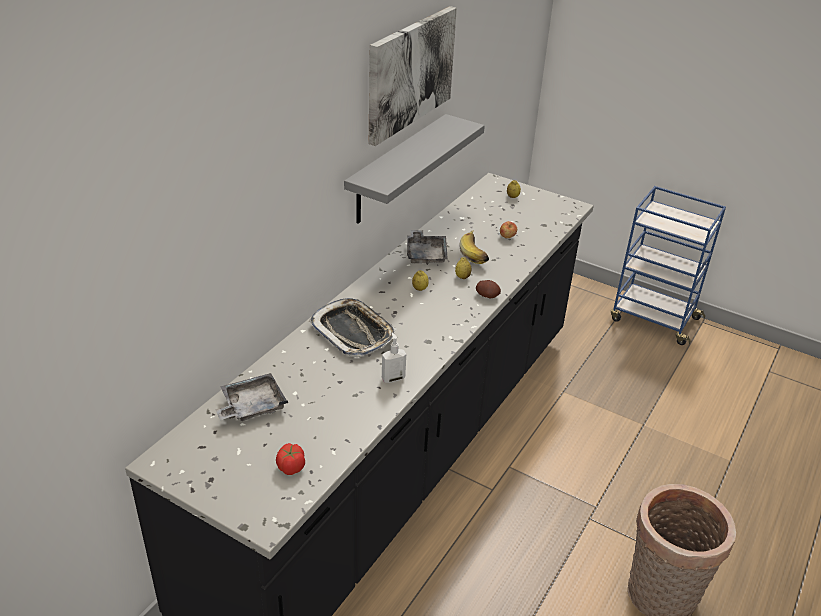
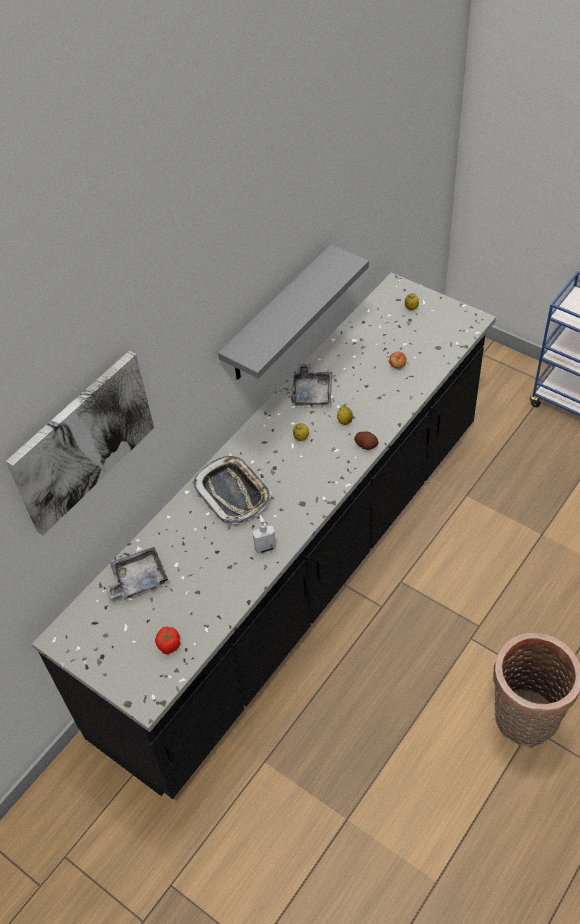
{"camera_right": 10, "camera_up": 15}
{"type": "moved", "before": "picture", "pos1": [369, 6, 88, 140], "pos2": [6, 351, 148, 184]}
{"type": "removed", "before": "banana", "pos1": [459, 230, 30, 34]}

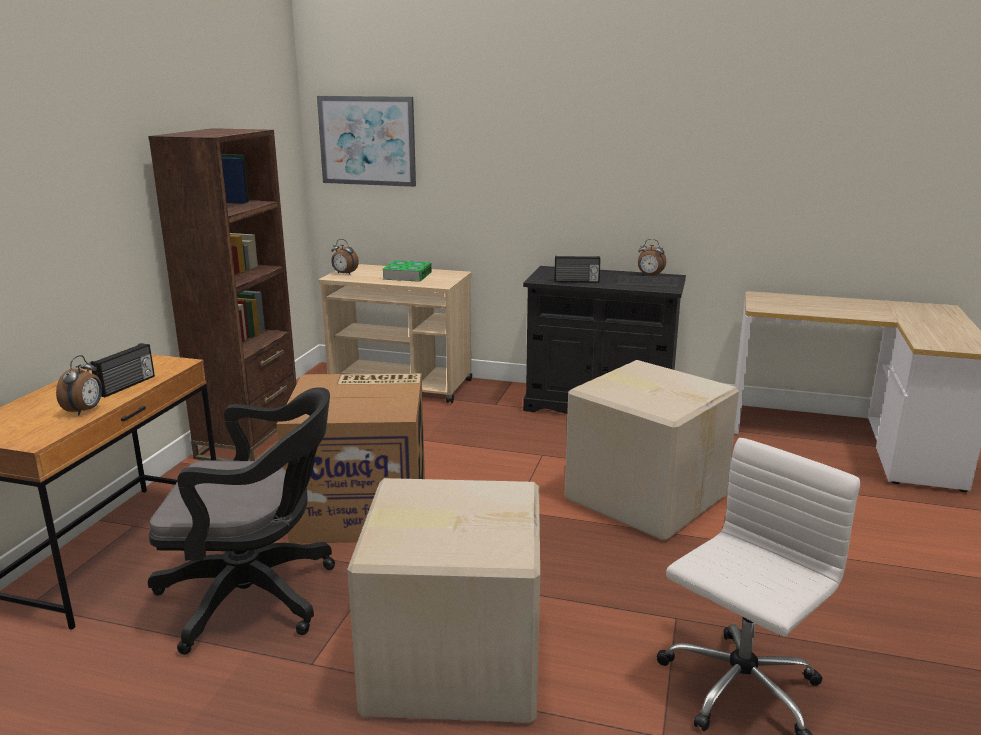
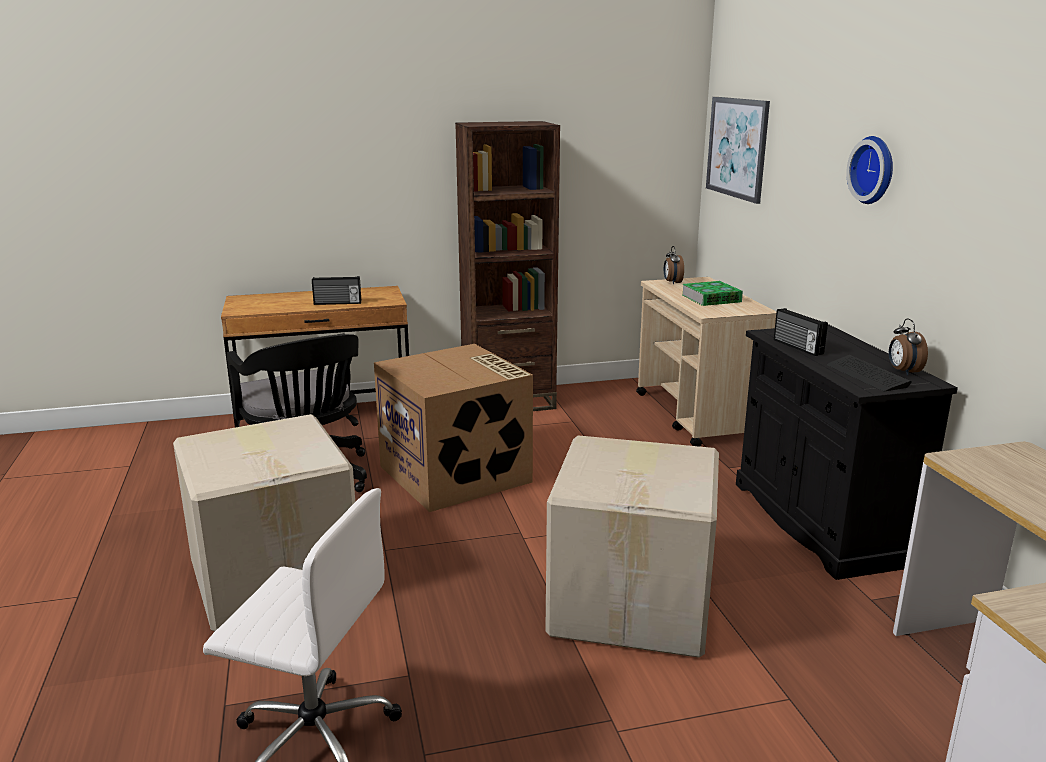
{"camera_right": 60, "camera_up": 0}
{"type": "removed", "before": "alarm clock", "pos1": [56, 355, 46, 61]}
{"type": "added", "after": "wall clock", "pos2": [846, 136, 47, 68]}

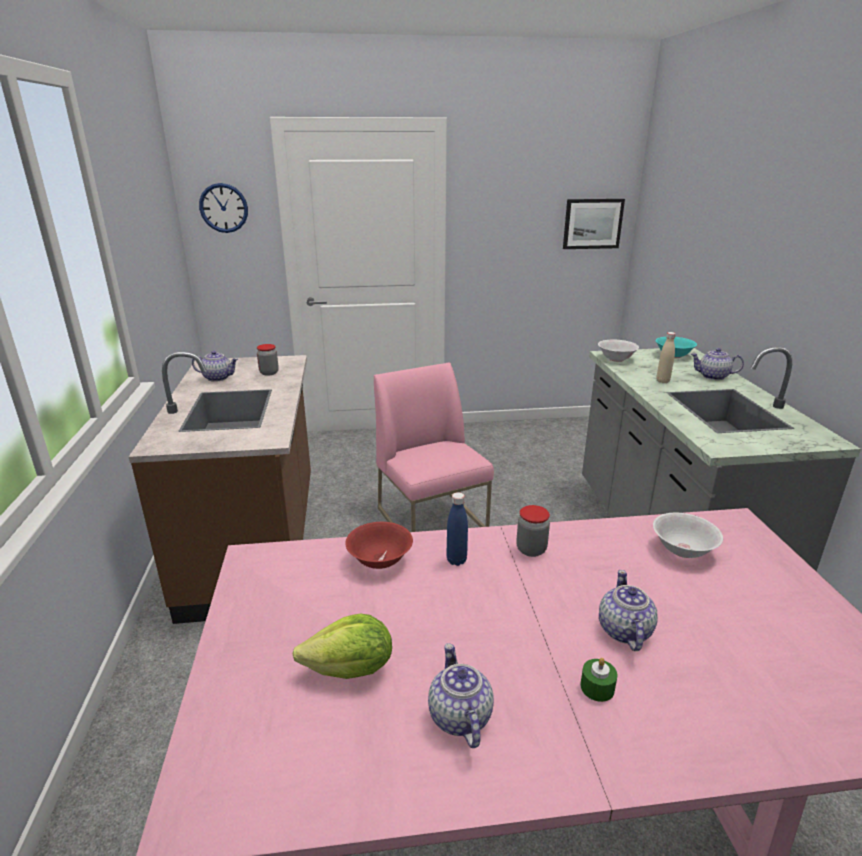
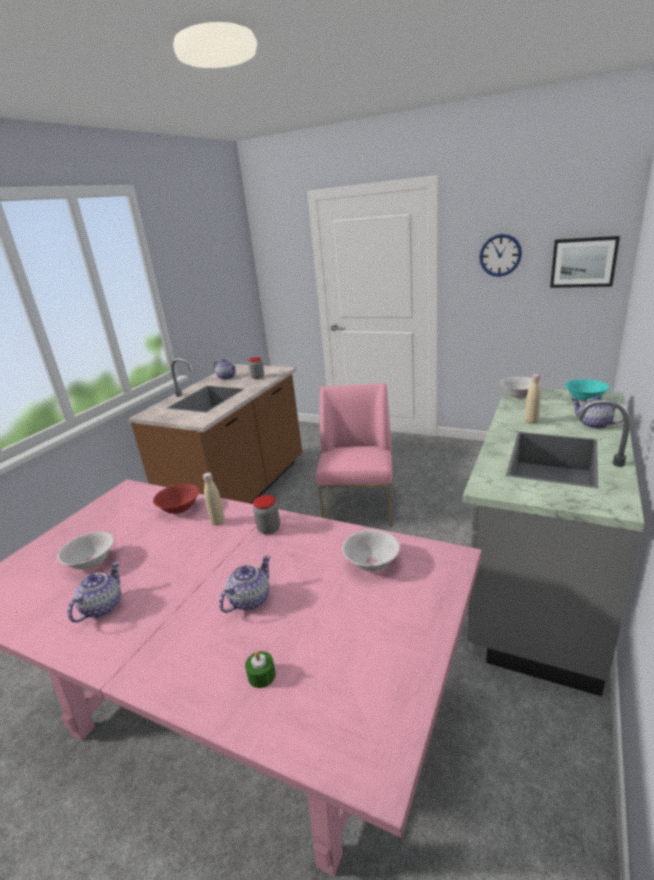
{"camera_right": 35, "camera_up": 0}
{"type": "moved", "before": "wall clock", "pos1": [199, 183, 49, 50], "pos2": [479, 234, 43, 43]}
{"type": "recoloured", "before": "blue bottle", "after": "beige bottle", "pos1": [447, 492, 21, 74], "pos2": [203, 473, 22, 52]}
{"type": "replaced", "before": "lettuce", "after": "white bowl", "pos1": [292, 614, 100, 65], "pos2": [57, 531, 57, 38]}
{"type": "moved", "before": "green candle", "pos1": [580, 658, 37, 44], "pos2": [245, 651, 31, 37]}

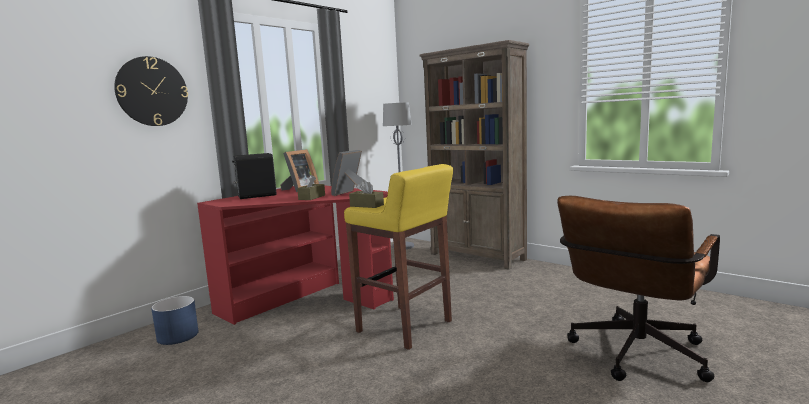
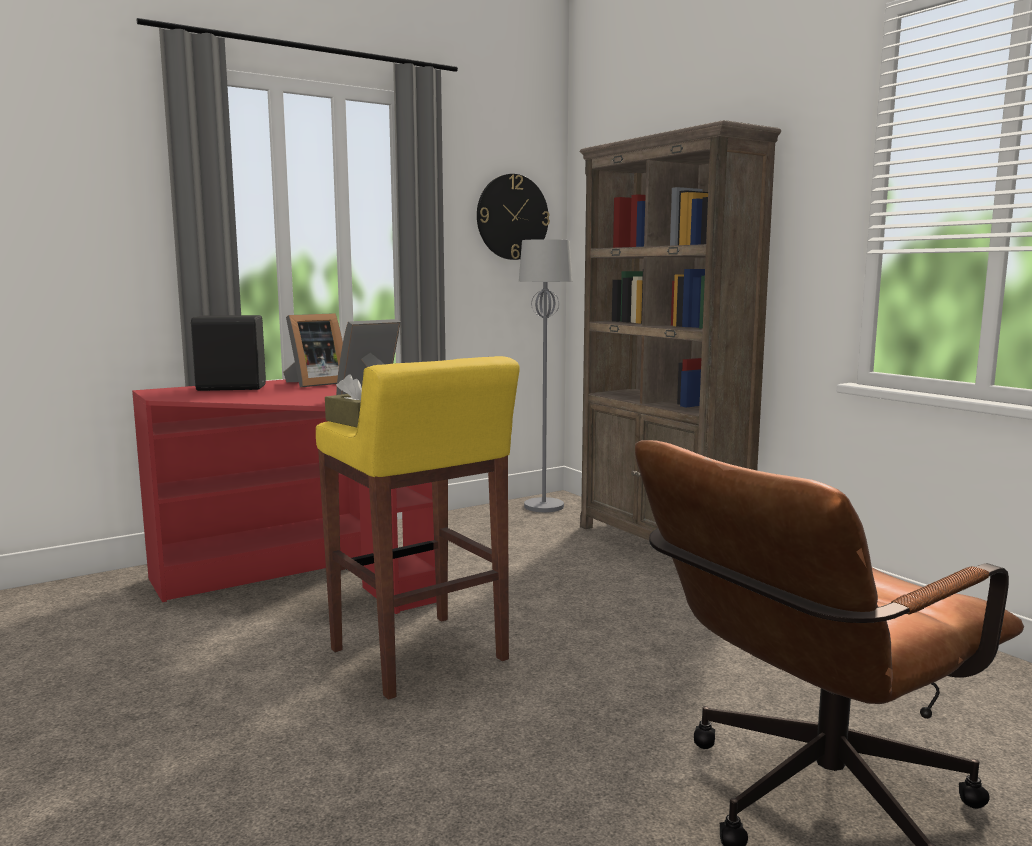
{"camera_right": 15, "camera_up": 0}
{"type": "moved", "before": "wall clock", "pos1": [114, 56, 74, 70], "pos2": [477, 174, 73, 86]}
{"type": "removed", "before": "brown tissue box", "pos1": [297, 175, 28, 25]}
{"type": "removed", "before": "blue planter", "pos1": [151, 296, 48, 49]}

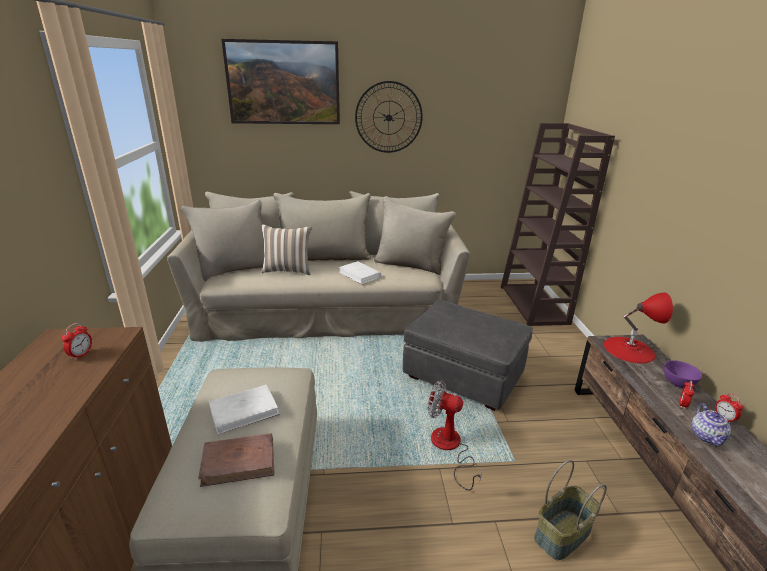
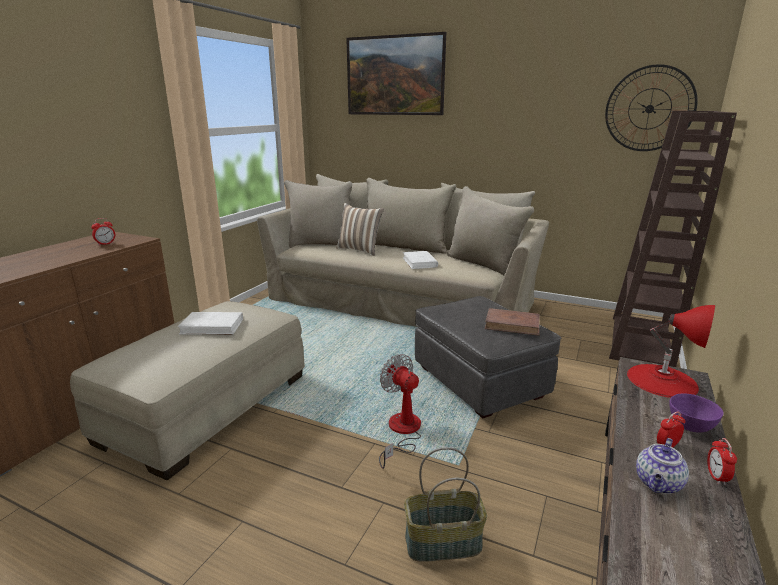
{"camera_right": 30, "camera_up": -5}
{"type": "moved", "before": "wall clock", "pos1": [355, 81, 68, 72], "pos2": [605, 64, 93, 87]}
{"type": "moved", "before": "brown book", "pos1": [198, 433, 77, 54], "pos2": [485, 308, 55, 28]}

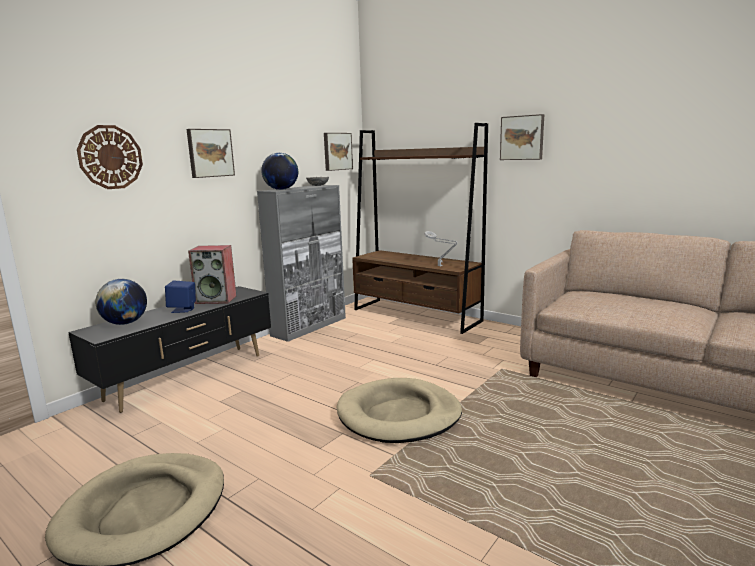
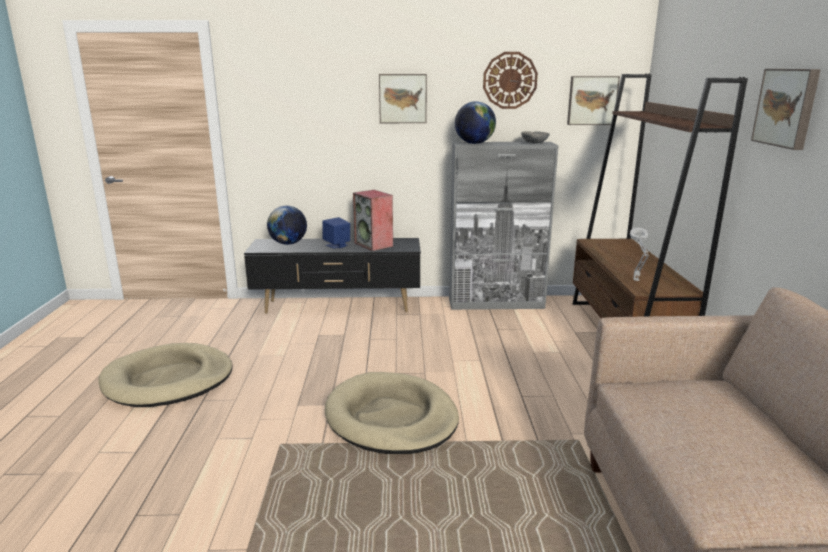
{"camera_right": 50, "camera_up": 5}
{"type": "moved", "before": "wall clock", "pos1": [77, 125, 66, 64], "pos2": [483, 52, 55, 57]}

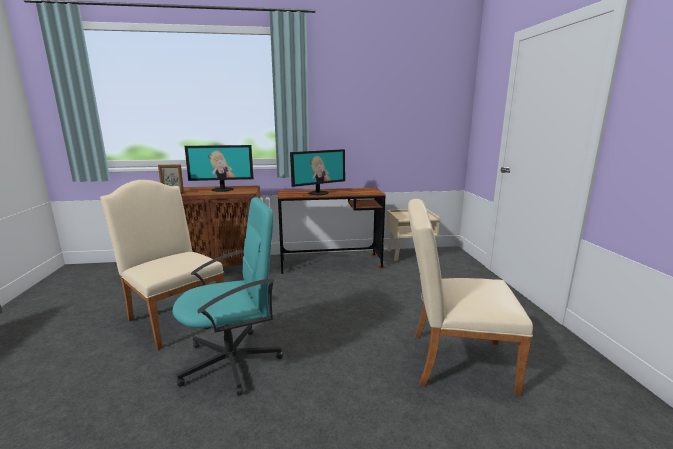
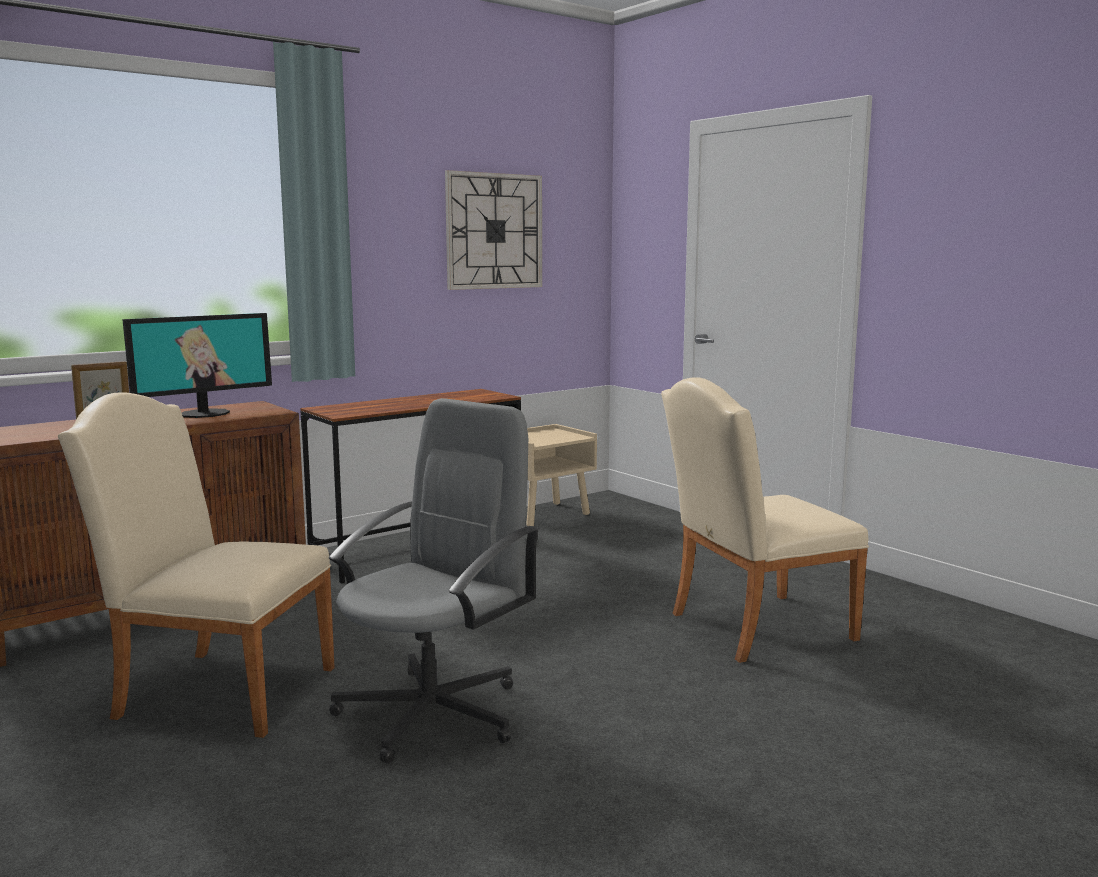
{"camera_right": -30, "camera_up": -5}
{"type": "removed", "before": "monitor", "pos1": [290, 149, 55, 46]}
{"type": "recoloured", "before": "turquoise office chair", "after": "grey office chair", "pos1": [172, 197, 111, 198], "pos2": [329, 398, 211, 366]}
{"type": "added", "after": "wall clock", "pos2": [445, 170, 97, 120]}

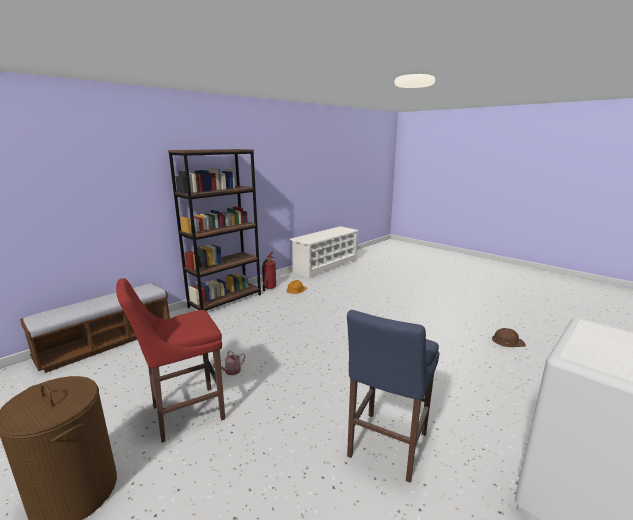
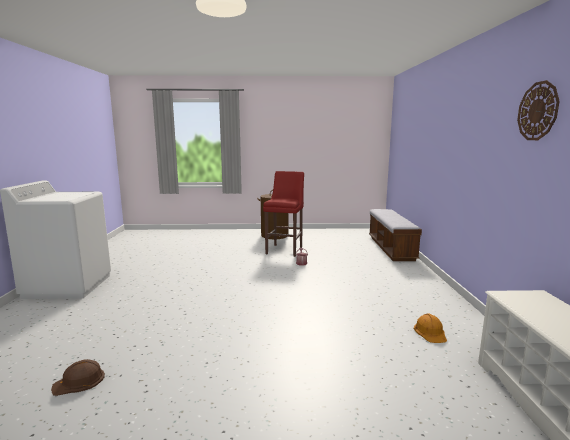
{"camera_right": 135, "camera_up": -5}
{"type": "removed", "before": "brown bookcase", "pos1": [168, 149, 93, 162]}
{"type": "removed", "before": "fire extinguisher", "pos1": [262, 252, 14, 39]}
{"type": "removed", "before": "blue stool", "pos1": [347, 310, 92, 173]}
{"type": "added", "after": "wall clock", "pos2": [517, 80, 43, 60]}

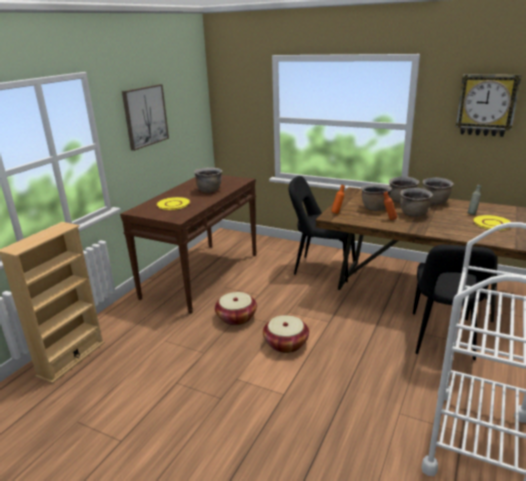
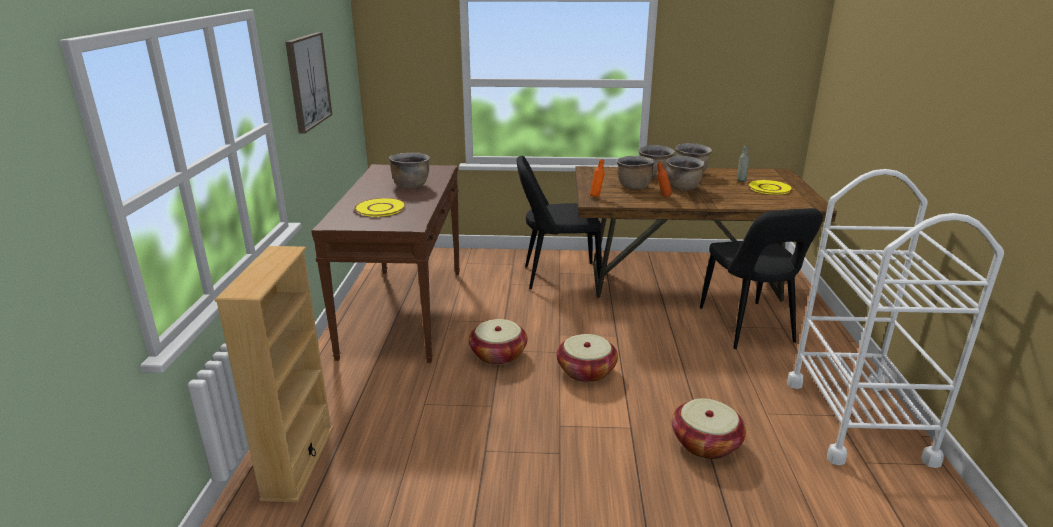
{"camera_right": -25, "camera_up": 0}
{"type": "removed", "before": "wall clock", "pos1": [456, 74, 66, 63]}
{"type": "added", "after": "basket", "pos2": [672, 398, 74, 61]}

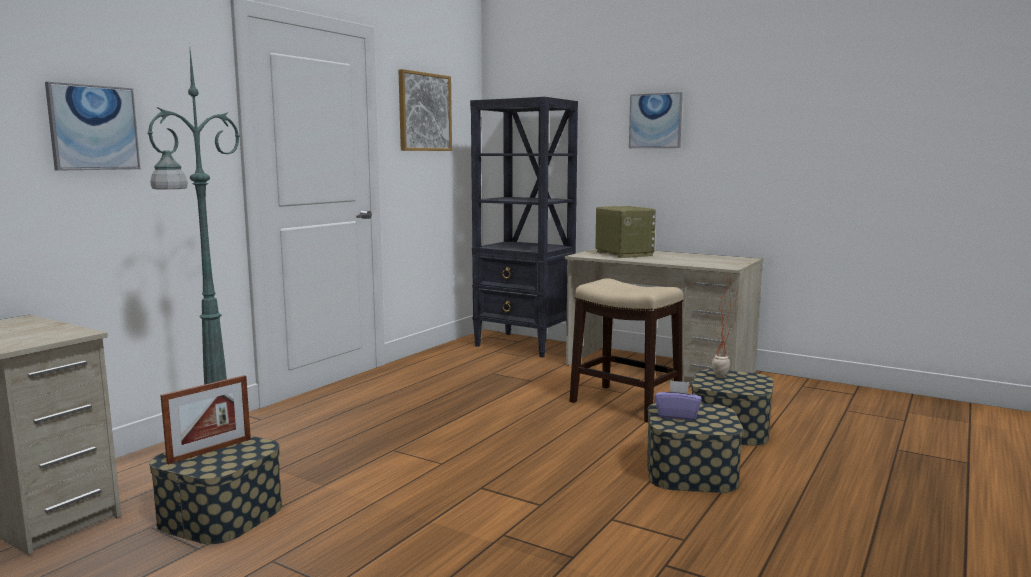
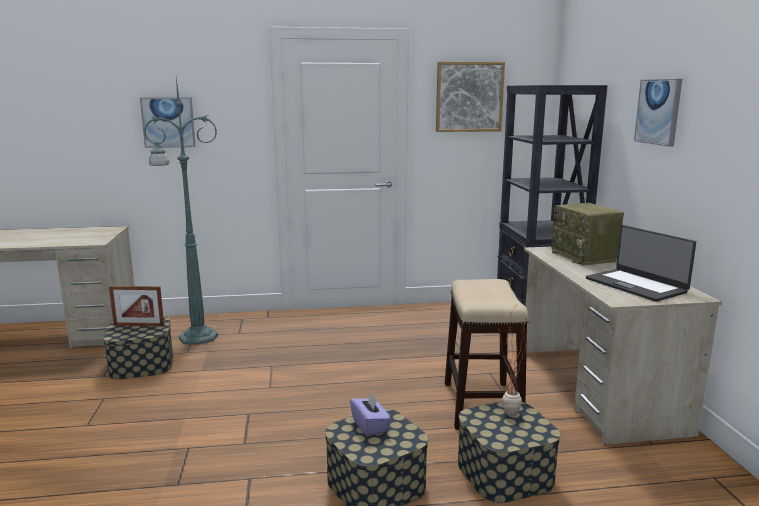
{"camera_right": 50, "camera_up": 5}
{"type": "turned", "before": "radio", "pos1": [595, 206, 61, 52], "pos2": [551, 203, 73, 63], "turn": 135}
{"type": "added", "after": "laptop", "pos2": [586, 225, 110, 77]}

